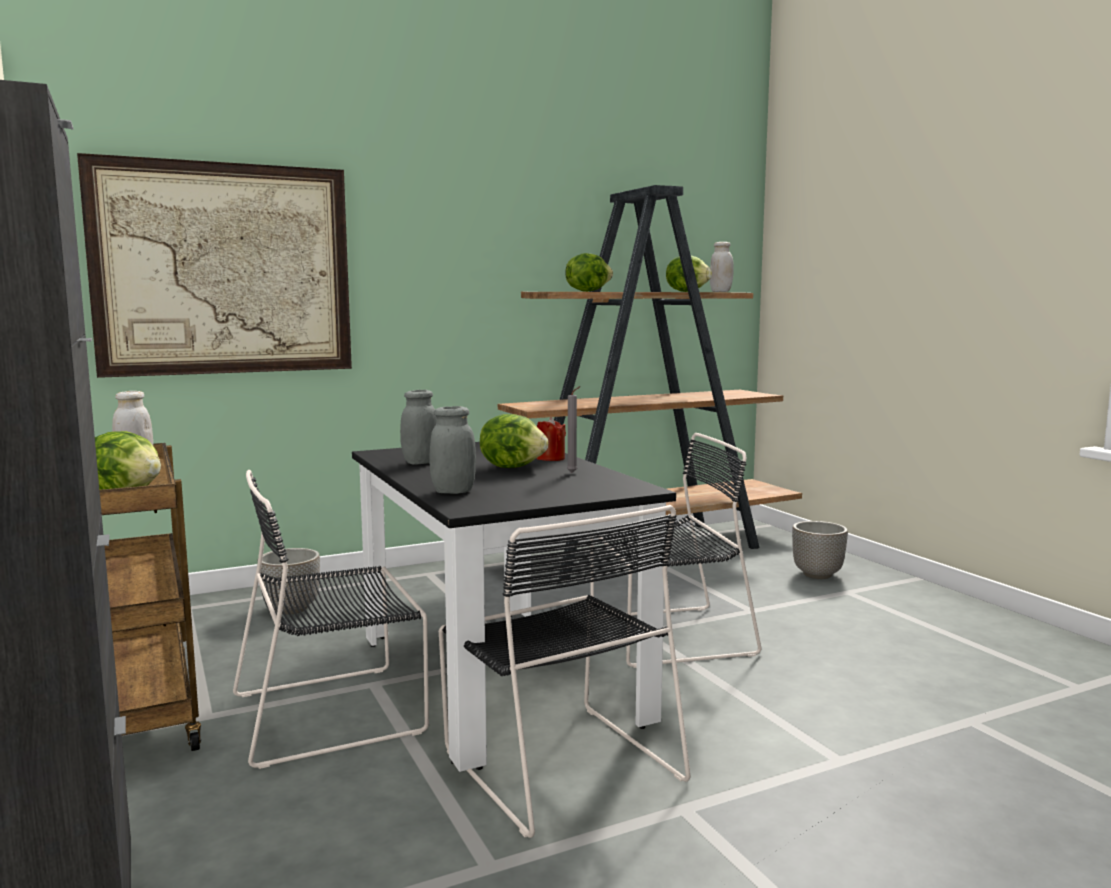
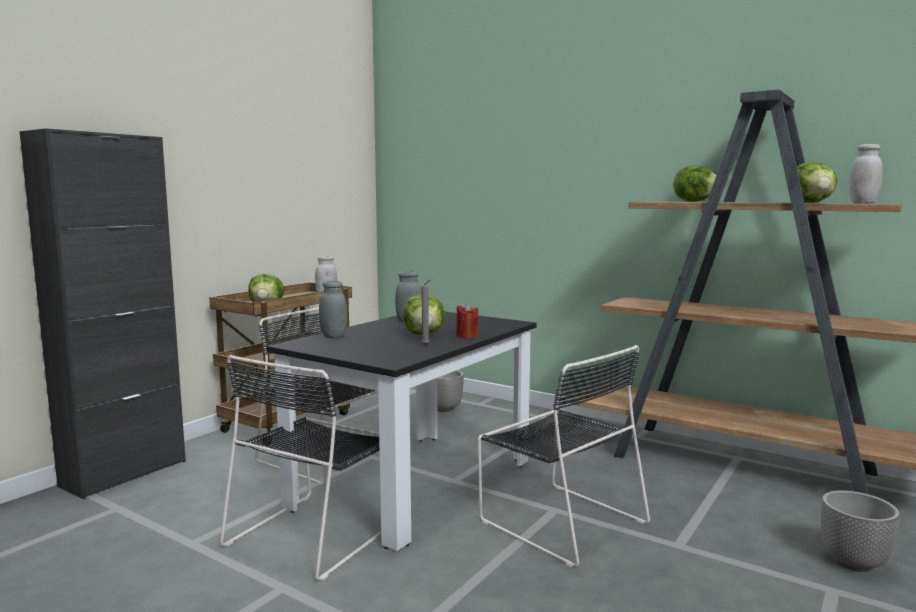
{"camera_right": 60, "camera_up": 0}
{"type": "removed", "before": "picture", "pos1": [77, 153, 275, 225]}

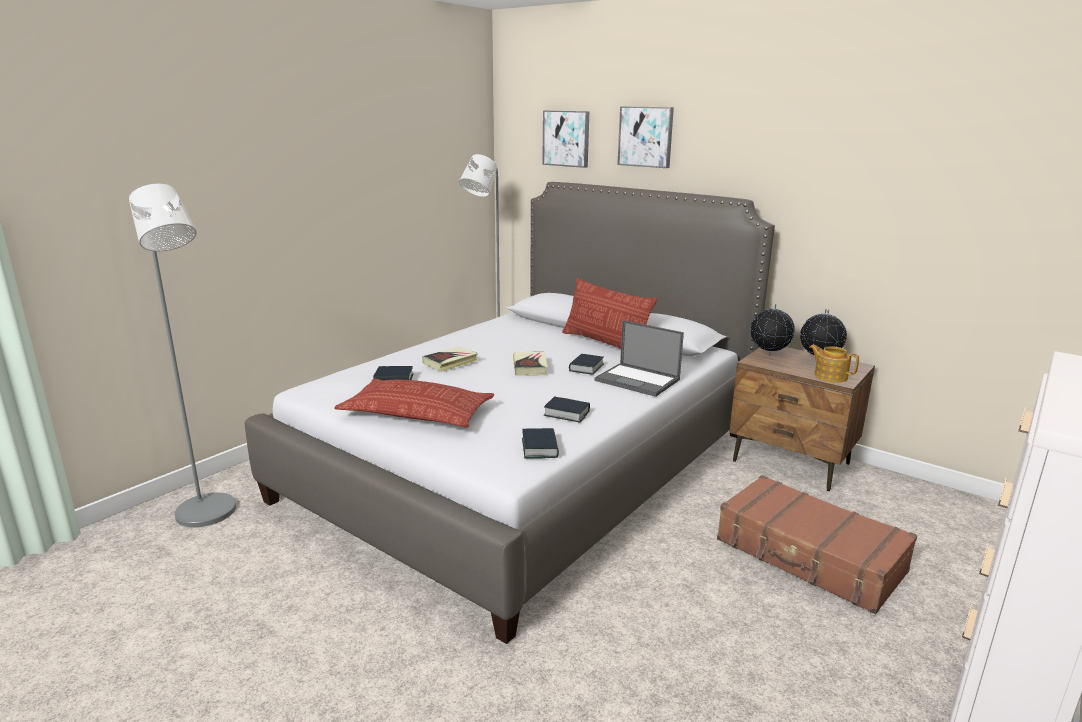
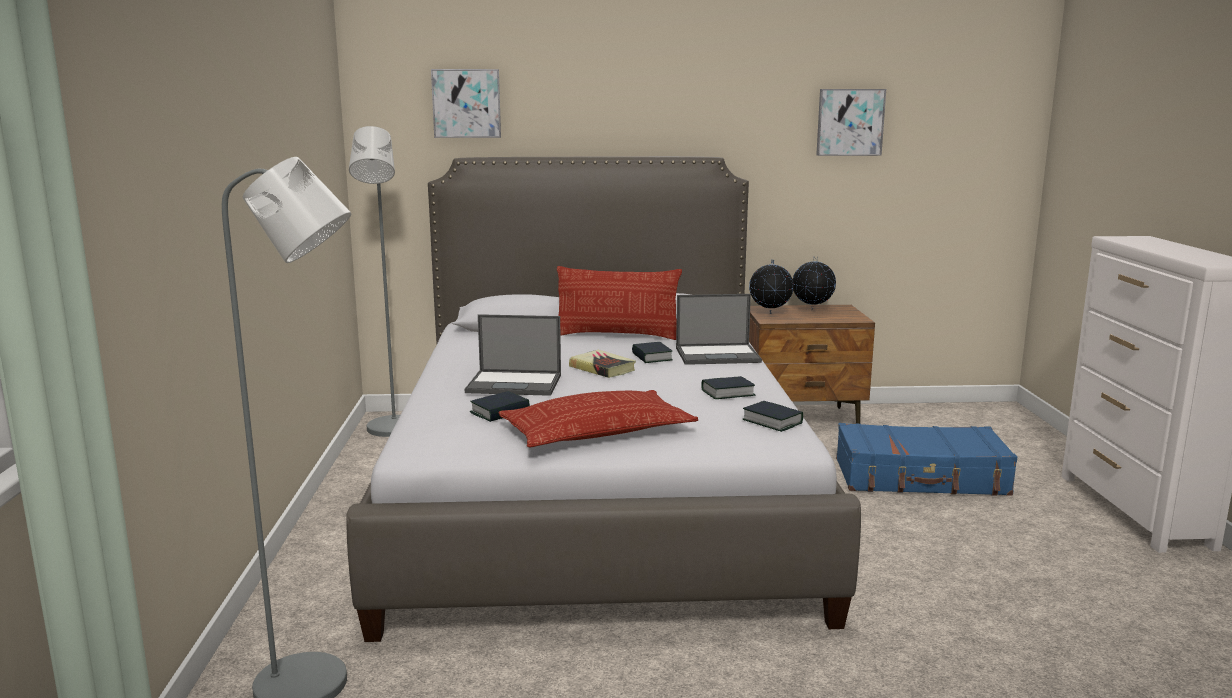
{"camera_right": -40, "camera_up": -5}
{"type": "moved", "before": "picture", "pos1": [617, 107, 57, 61], "pos2": [816, 89, 70, 67]}
{"type": "removed", "before": "teapot", "pos1": [809, 345, 50, 37]}
{"type": "replaced", "before": "book", "after": "laptop", "pos1": [422, 346, 56, 26], "pos2": [465, 314, 96, 82]}
{"type": "recoloured", "before": "brown suitcase", "after": "blue suitcase", "pos1": [717, 475, 200, 139], "pos2": [836, 423, 181, 73]}

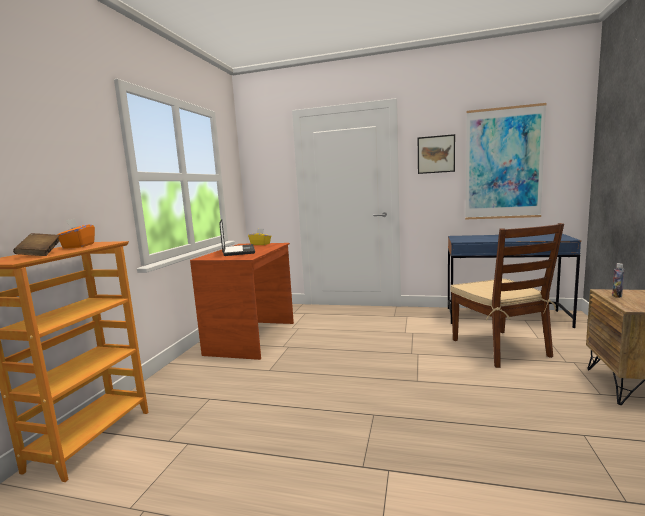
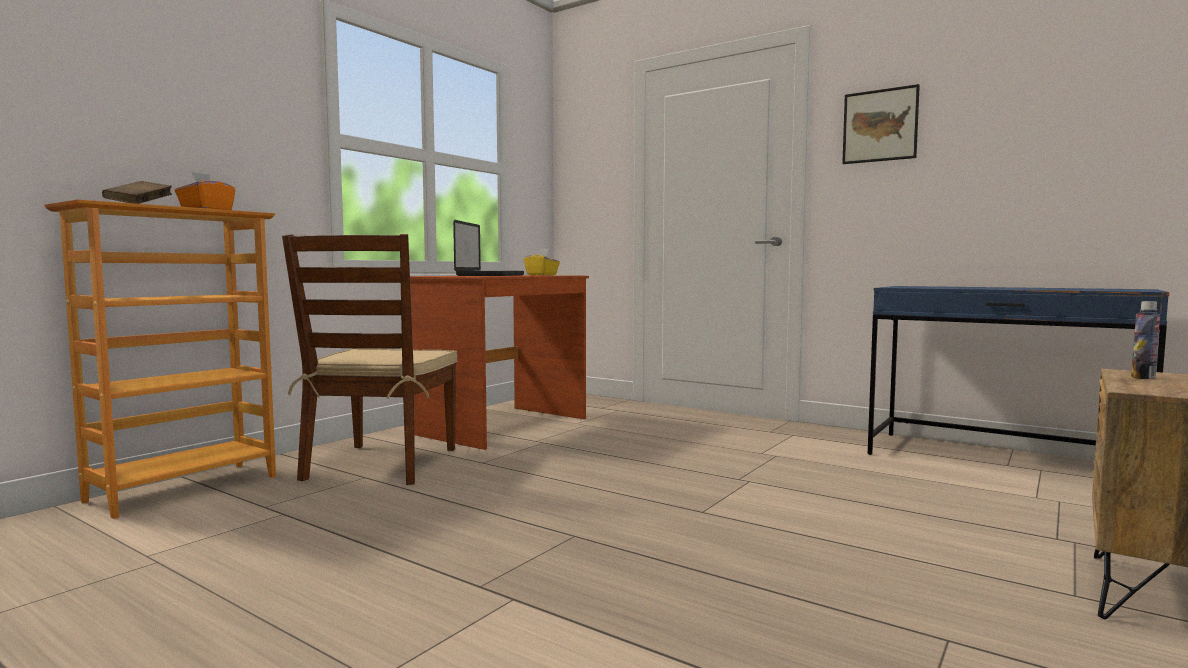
{"camera_right": 20, "camera_up": -5}
{"type": "removed", "before": "picture", "pos1": [465, 103, 81, 116]}
{"type": "moved", "before": "brown chair", "pos1": [450, 223, 114, 145], "pos2": [282, 234, 176, 251]}

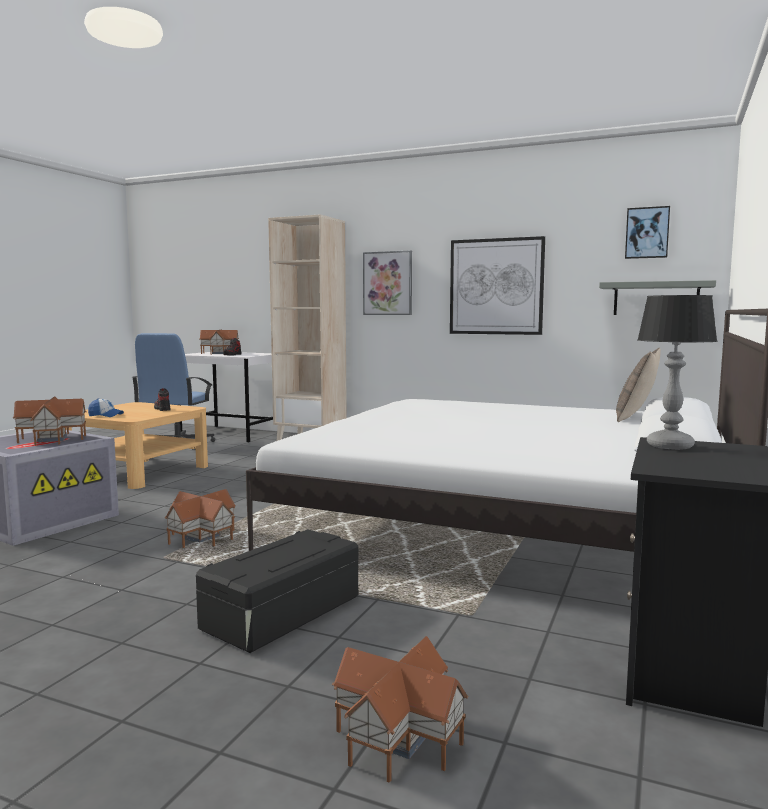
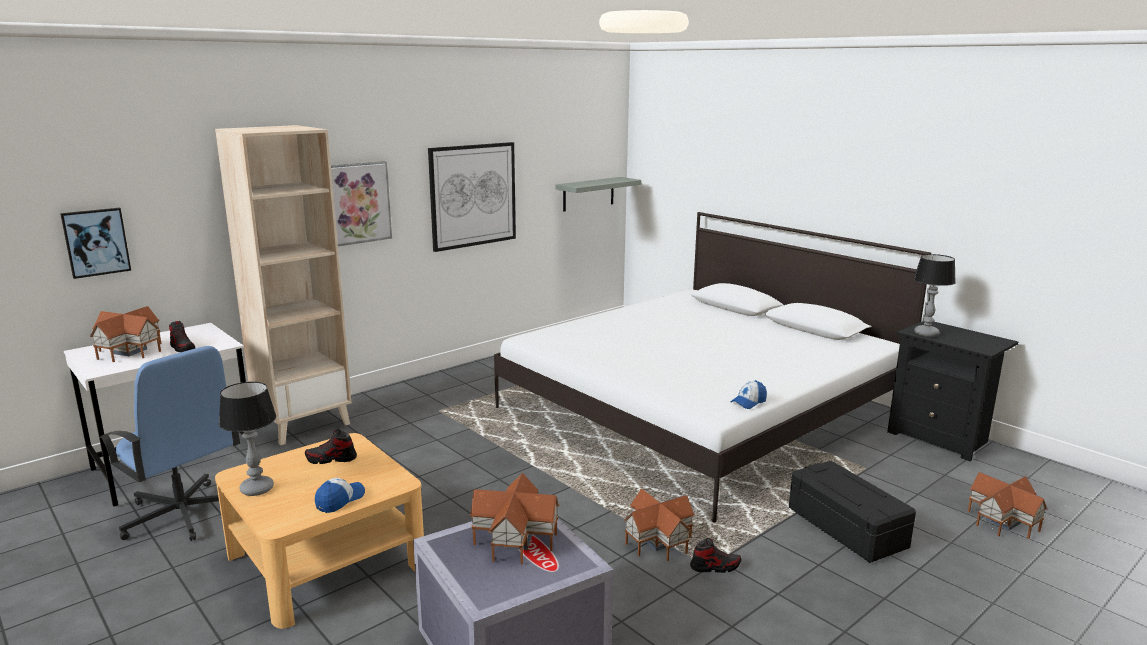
{"camera_right": -65, "camera_up": 10}
{"type": "moved", "before": "picture", "pos1": [625, 206, 45, 53], "pos2": [60, 208, 71, 71]}
{"type": "removed", "before": "pillow", "pos1": [616, 348, 45, 74]}
{"type": "added", "after": "cap", "pos2": [730, 380, 37, 29]}
{"type": "added", "after": "table lamp", "pos2": [219, 382, 57, 114]}
{"type": "added", "after": "shoe", "pos2": [690, 538, 51, 35]}

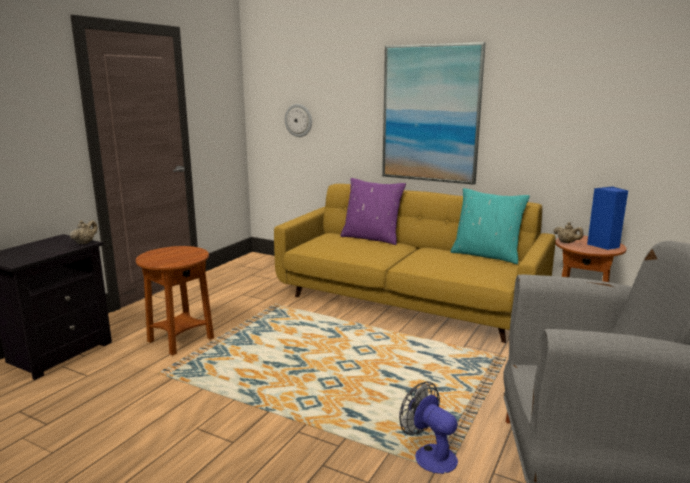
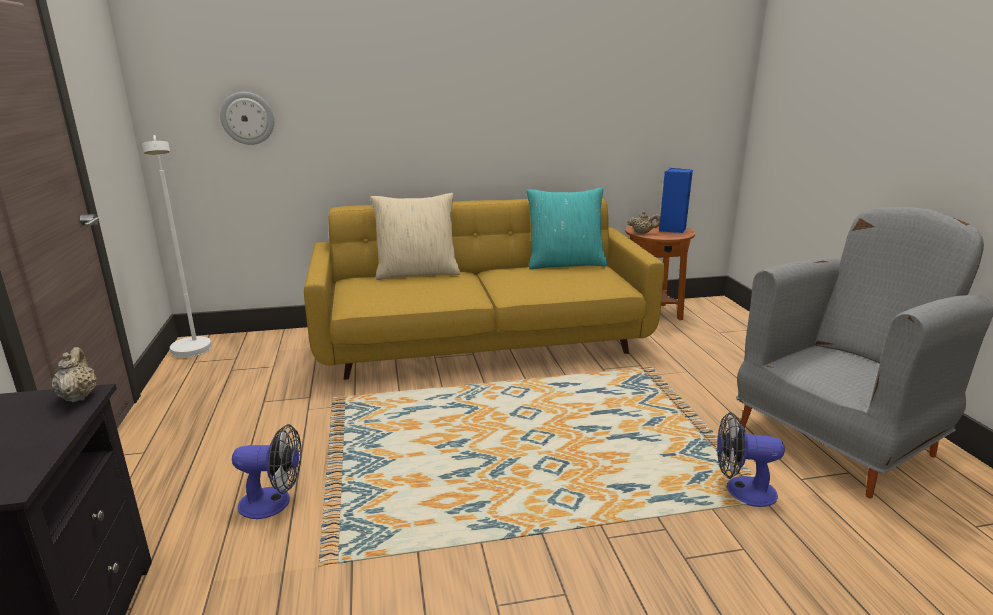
{"camera_right": -40, "camera_up": 5}
{"type": "removed", "before": "picture", "pos1": [382, 42, 104, 143]}
{"type": "recoloured", "before": "purple pillow", "after": "beige pillow", "pos1": [340, 178, 66, 67], "pos2": [370, 193, 90, 87]}
{"type": "replaced", "before": "brown side table", "after": "fan", "pos1": [136, 246, 78, 110], "pos2": [232, 424, 69, 95]}
{"type": "added", "after": "white floor lamp", "pos2": [142, 135, 70, 223]}

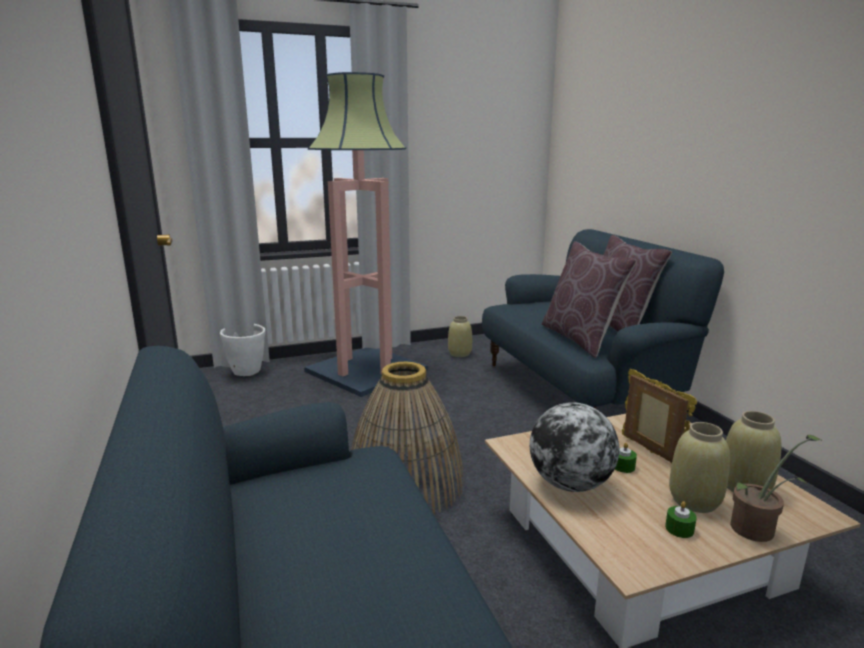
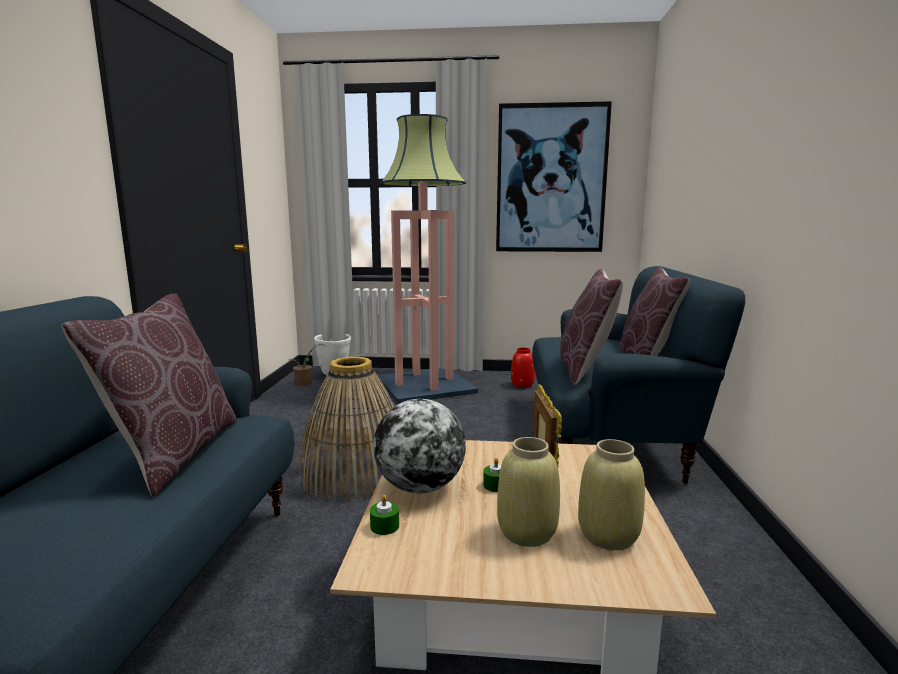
{"camera_right": 25, "camera_up": -5}
{"type": "recoloured", "before": "beige vase", "after": "red vase", "pos1": [448, 316, 24, 41], "pos2": [511, 348, 24, 40]}
{"type": "moved", "before": "potted plant", "pos1": [730, 435, 92, 107], "pos2": [289, 344, 37, 41]}
{"type": "moved", "before": "green candle", "pos1": [665, 501, 32, 37], "pos2": [370, 495, 29, 40]}
{"type": "added", "after": "picture", "pos2": [496, 101, 116, 151]}
{"type": "added", "after": "brown pillow", "pos2": [61, 294, 176, 203]}

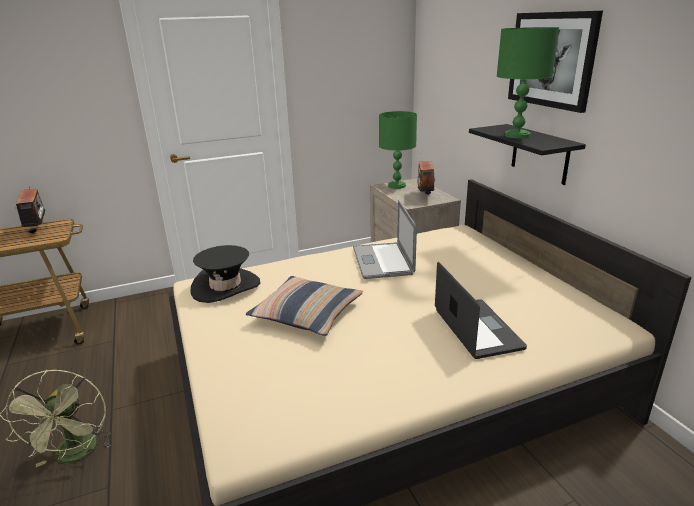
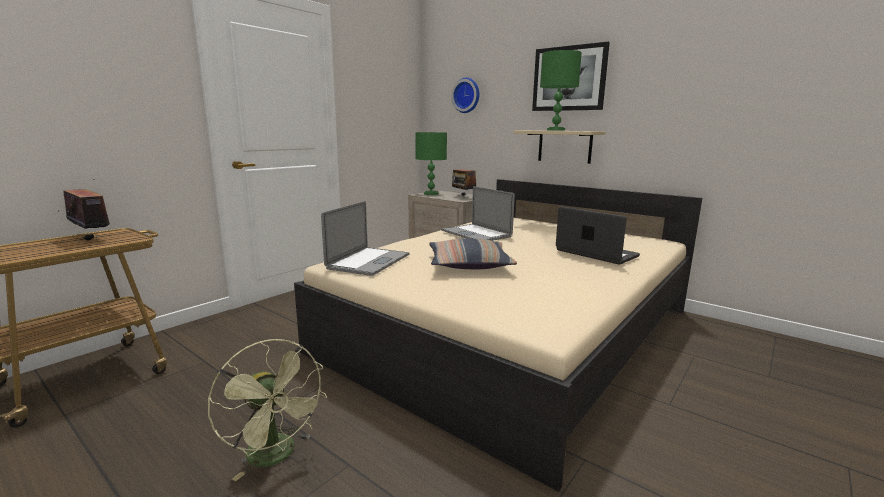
{"camera_right": -30, "camera_up": -10}
{"type": "recoloured", "before": "black shelf", "after": "beige shelf", "pos1": [469, 124, 117, 61], "pos2": [514, 130, 91, 34]}
{"type": "replaced", "before": "black hat", "after": "laptop", "pos1": [190, 245, 70, 58], "pos2": [321, 201, 88, 75]}
{"type": "added", "after": "wall clock", "pos2": [451, 77, 29, 36]}

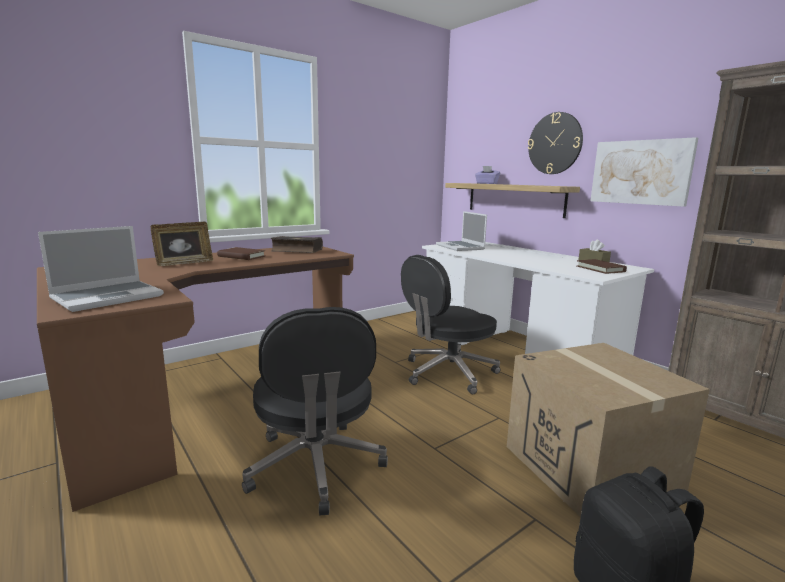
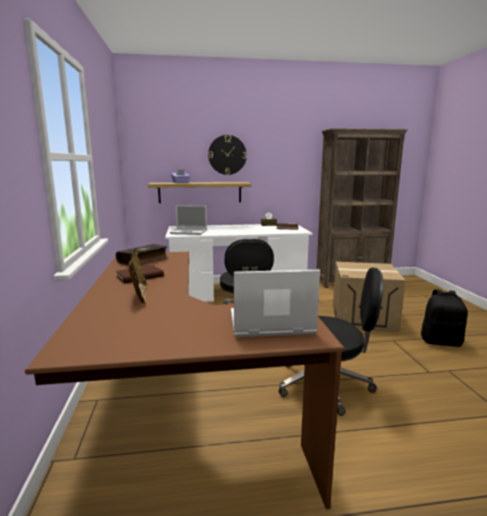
{"camera_right": -60, "camera_up": 0}
{"type": "removed", "before": "picture", "pos1": [590, 137, 108, 70]}
{"type": "turned", "before": "laptop", "pos1": [38, 226, 126, 86], "pos2": [231, 270, 89, 67], "turn": -75}

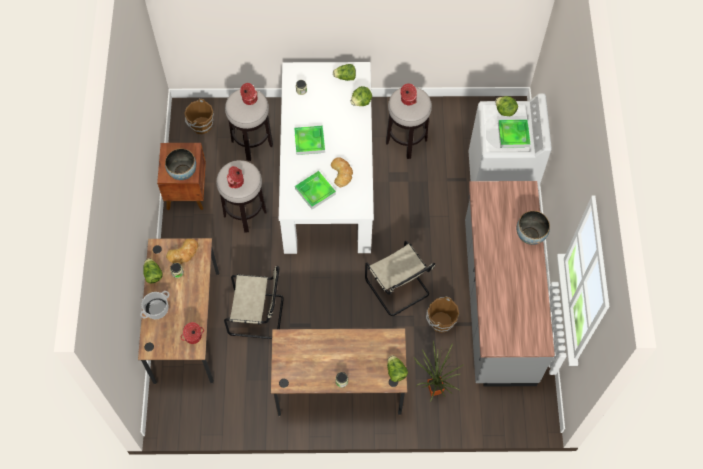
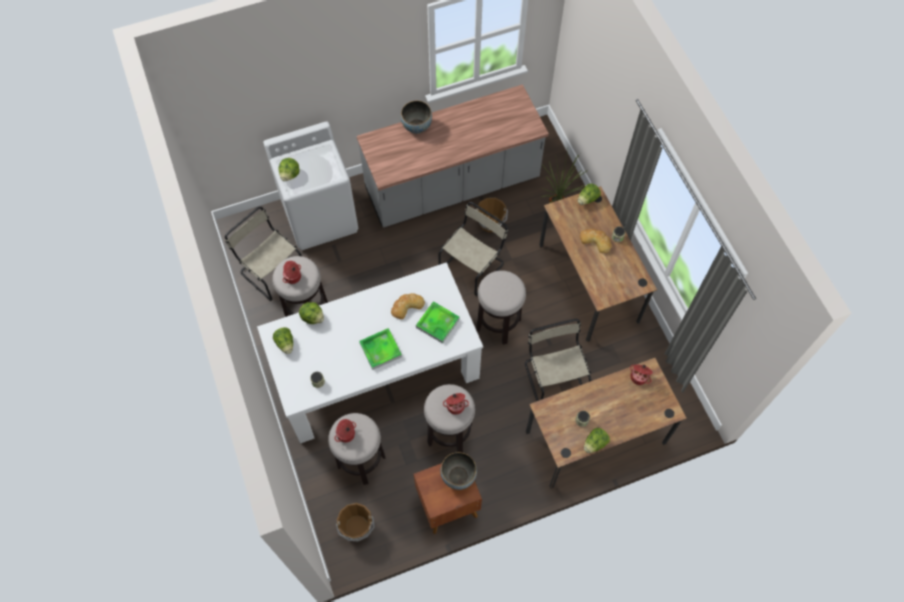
{"camera_right": -110, "camera_up": 0}
{"type": "removed", "before": "tray", "pos1": [498, 119, 32, 29]}
{"type": "moved", "before": "bread", "pos1": [166, 239, 32, 25], "pos2": [580, 229, 32, 24]}
{"type": "removed", "before": "cooking pot", "pos1": [140, 291, 30, 28]}
{"type": "added", "after": "beige chair", "pos2": [225, 207, 77, 94]}
{"type": "added", "after": "stool", "pos2": [476, 270, 50, 75]}

